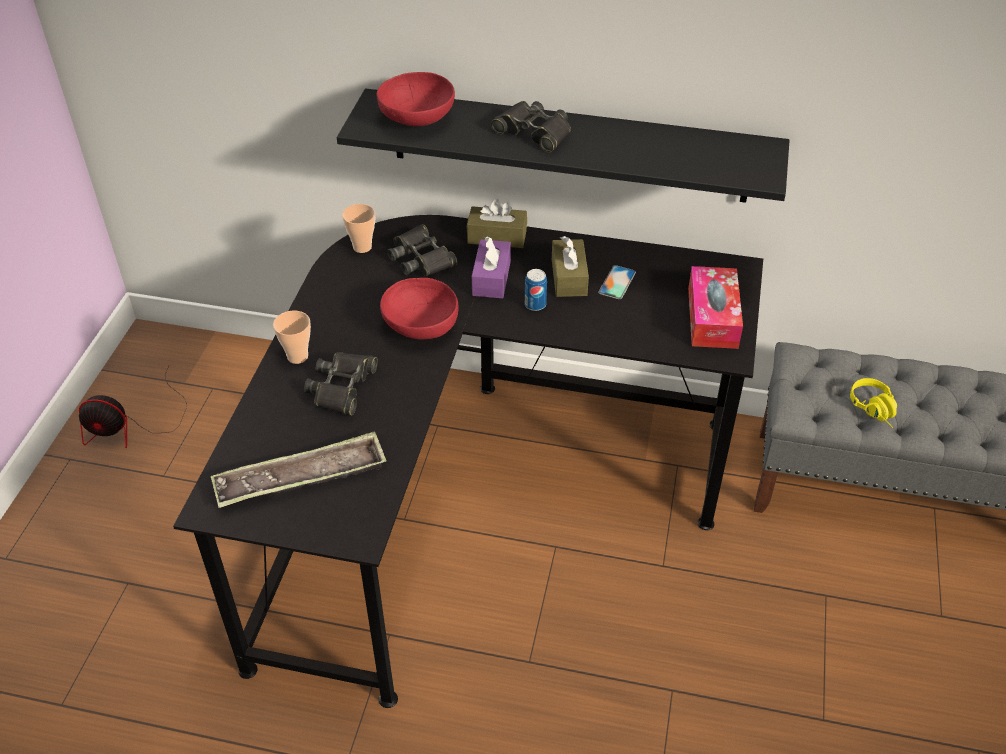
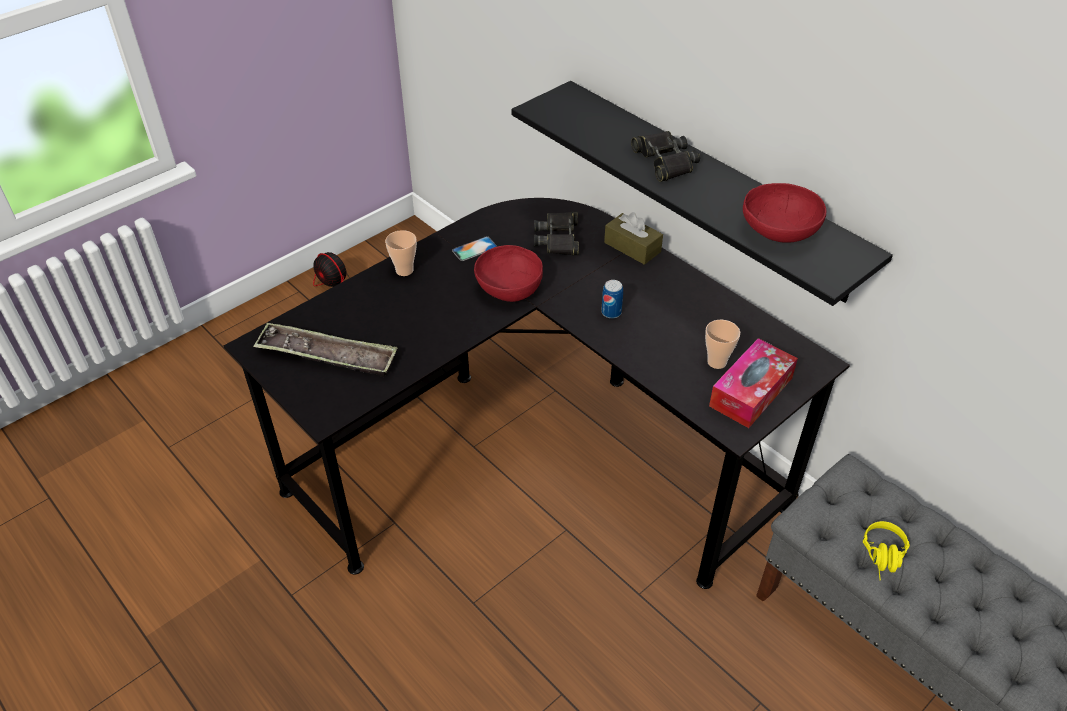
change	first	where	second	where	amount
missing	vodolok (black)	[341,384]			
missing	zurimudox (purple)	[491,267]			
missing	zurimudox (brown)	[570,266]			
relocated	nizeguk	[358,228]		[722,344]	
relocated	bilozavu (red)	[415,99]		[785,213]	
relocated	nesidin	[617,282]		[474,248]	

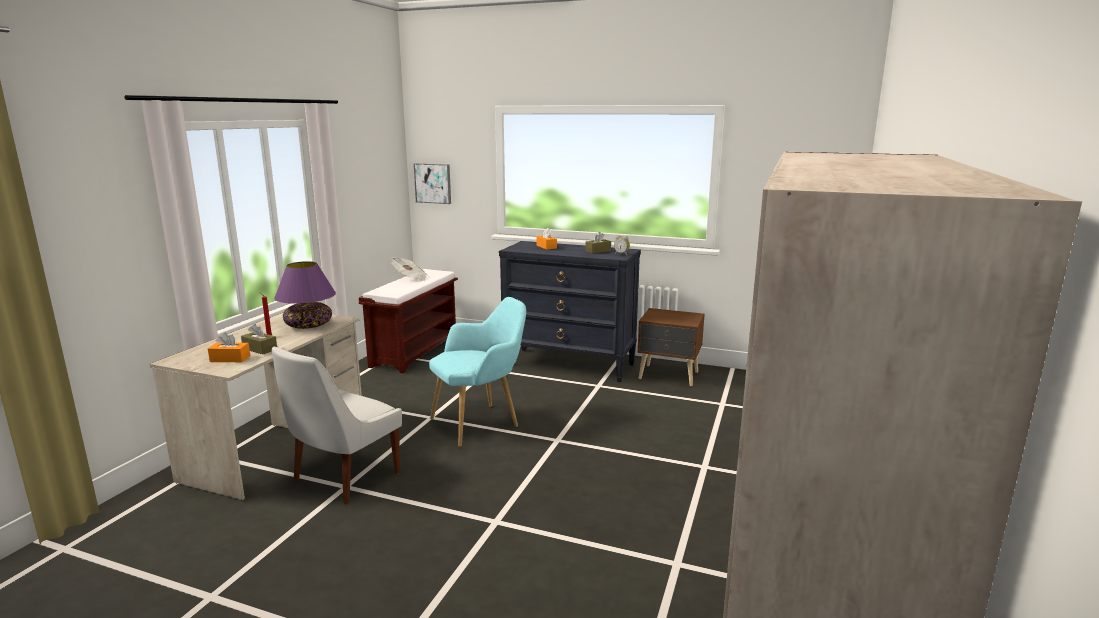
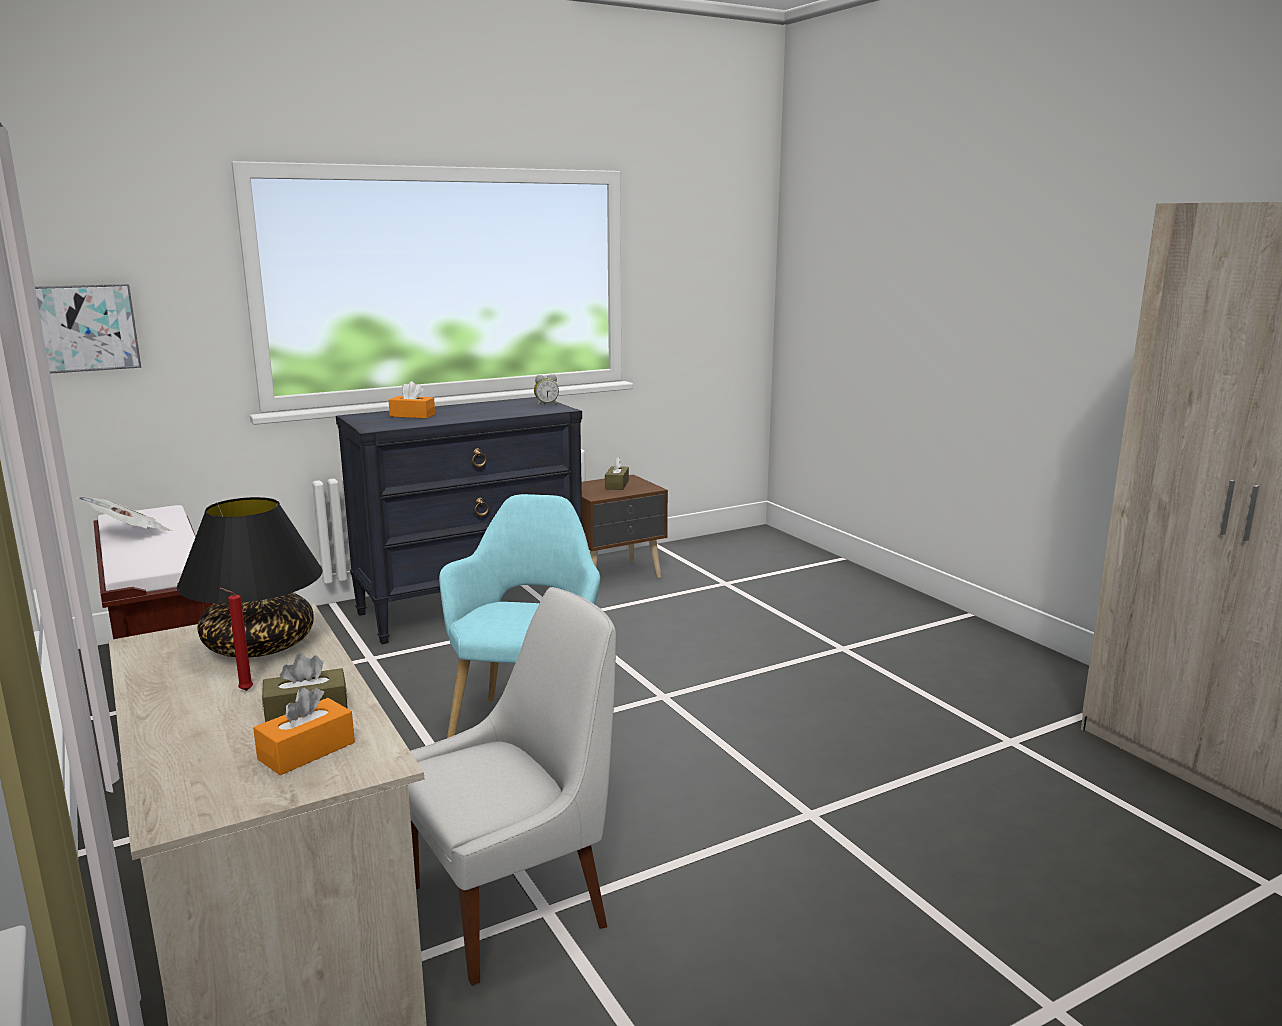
change	first	where	second	where	amount
relocated	zurimudox (brown)	[598,243]		[617,473]	
colour	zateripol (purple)	[305,295]	zateripol (black)	[250,577]	
spun	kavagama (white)	[337,425]		[512,786]	105 degrees counterclockwise

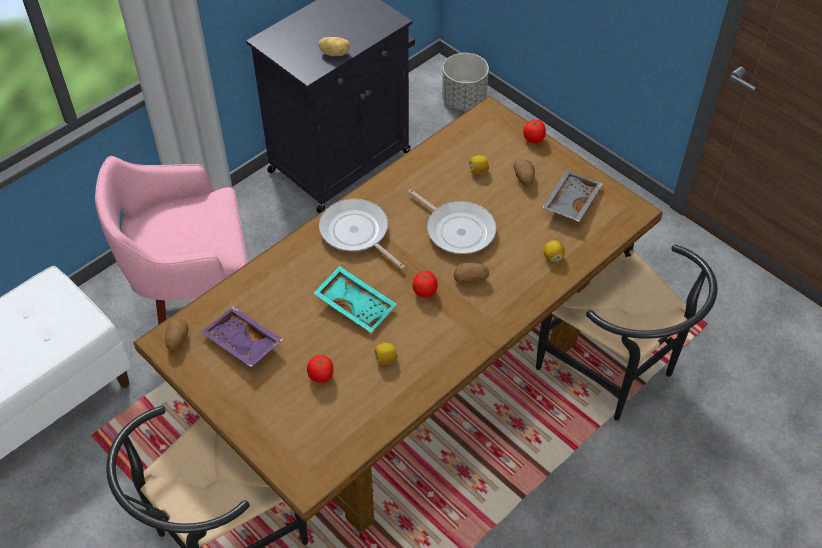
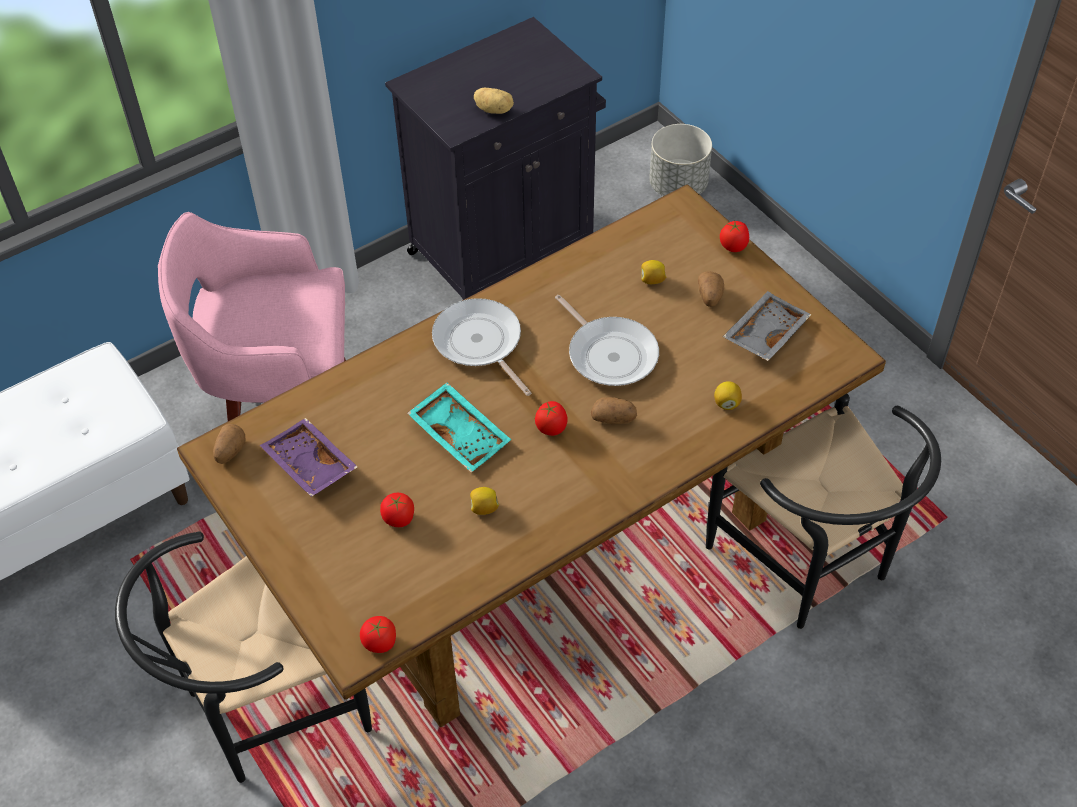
change	first	where	second	where	amount
appeared			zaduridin	[378,634]	

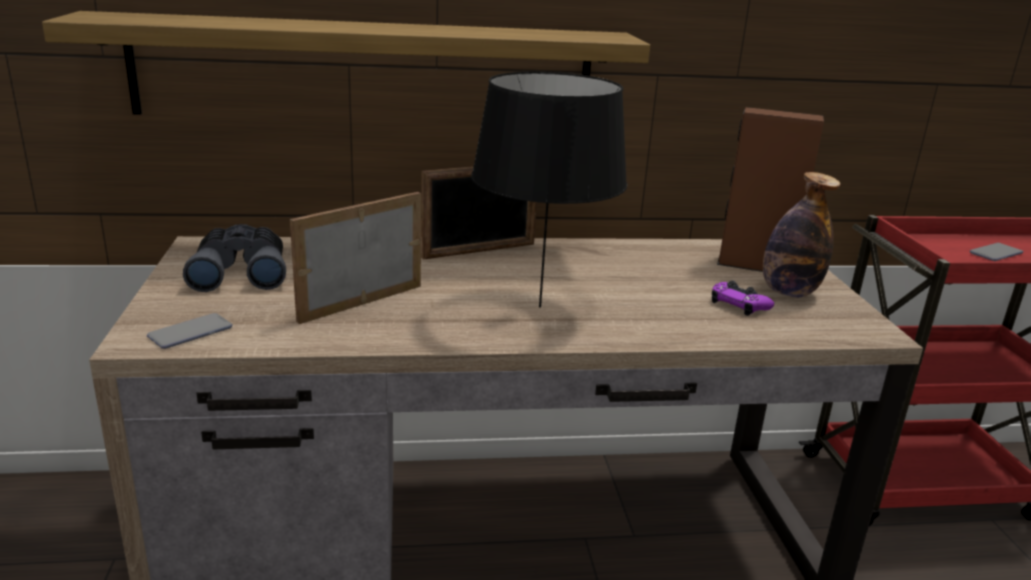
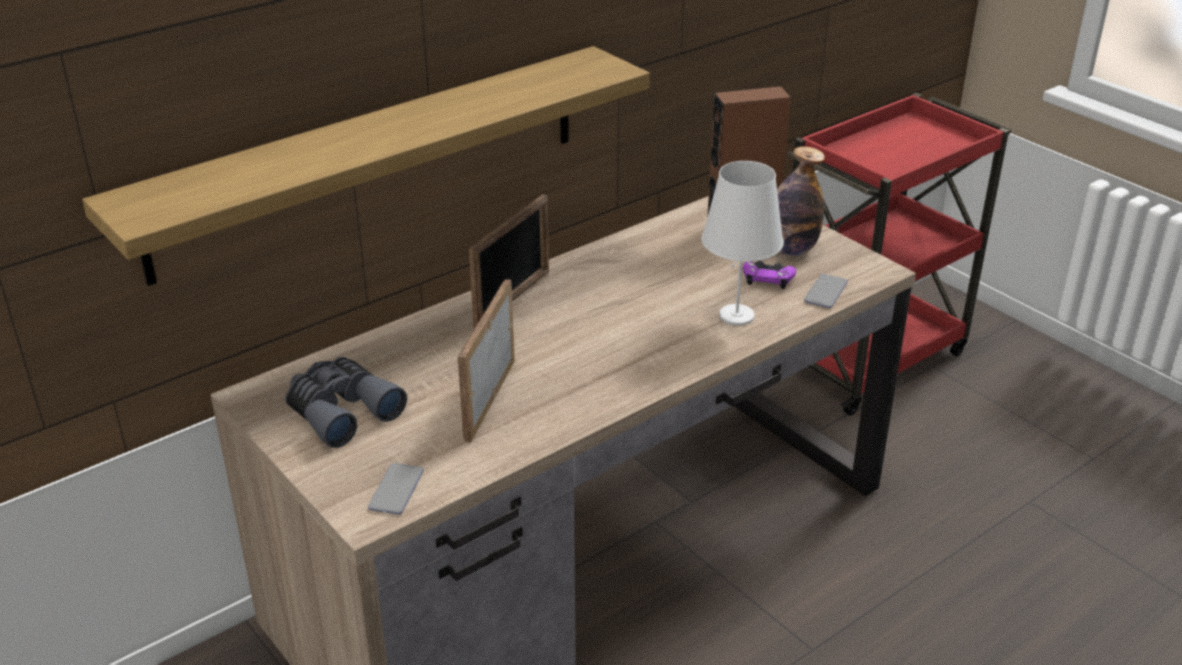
change	first	where	second	where	amount
missing	zateripol (black)	[549,190]			
appeared			zateripol (white)	[742,243]	
relocated	nesidin	[996,252]		[826,291]	

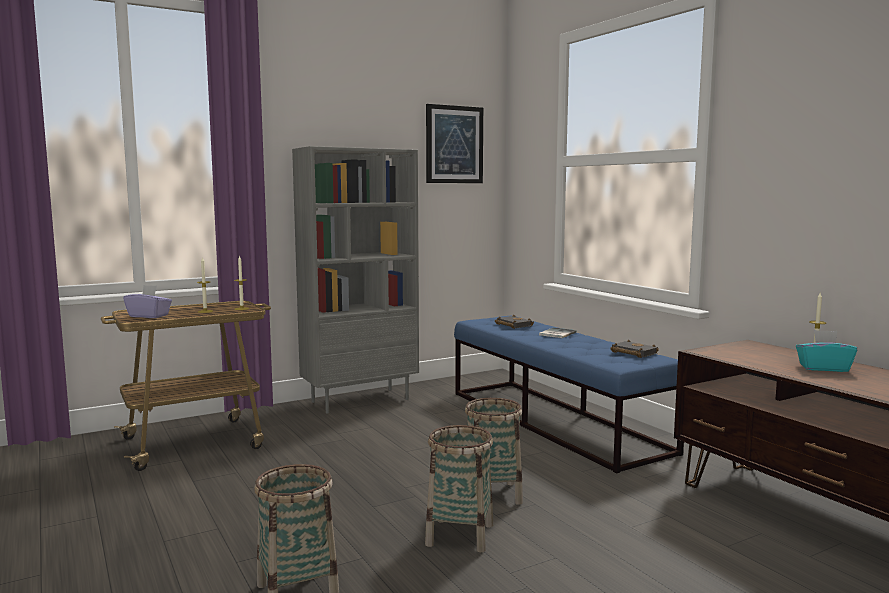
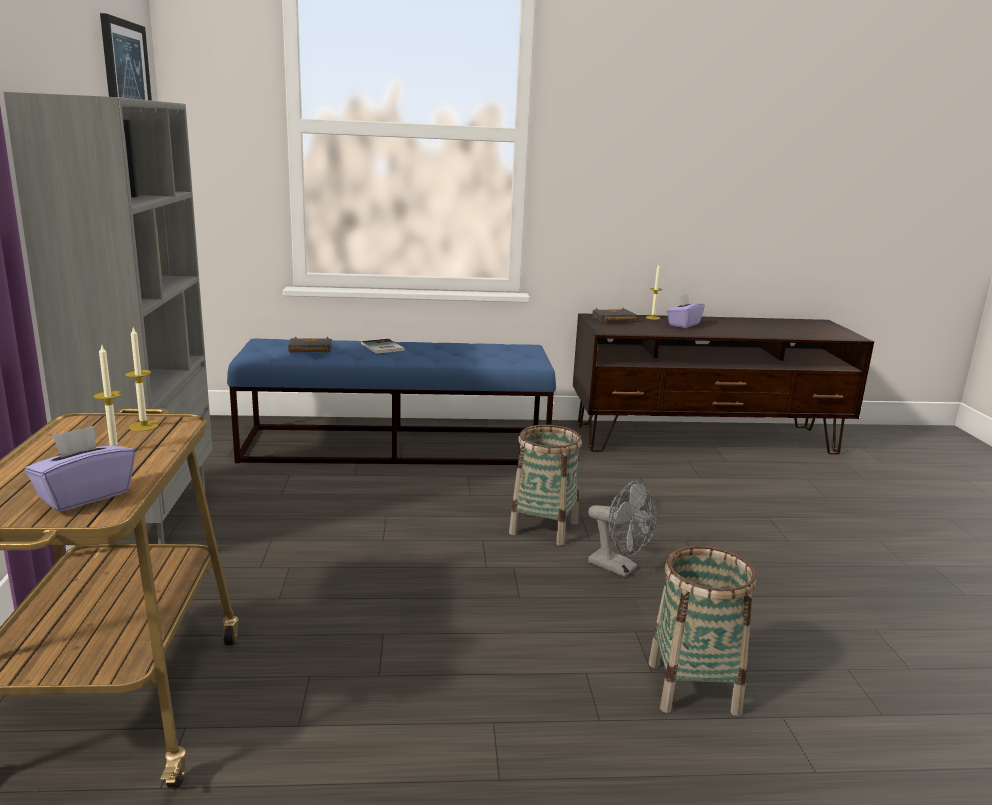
change	first	where	second	where	amount
relocated	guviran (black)	[634,349]		[614,315]	
exchanged	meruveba	[459,489]	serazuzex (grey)	[622,528]	
colour	zurimudox (turquoise)	[826,351]	zurimudox (purple)	[686,311]	

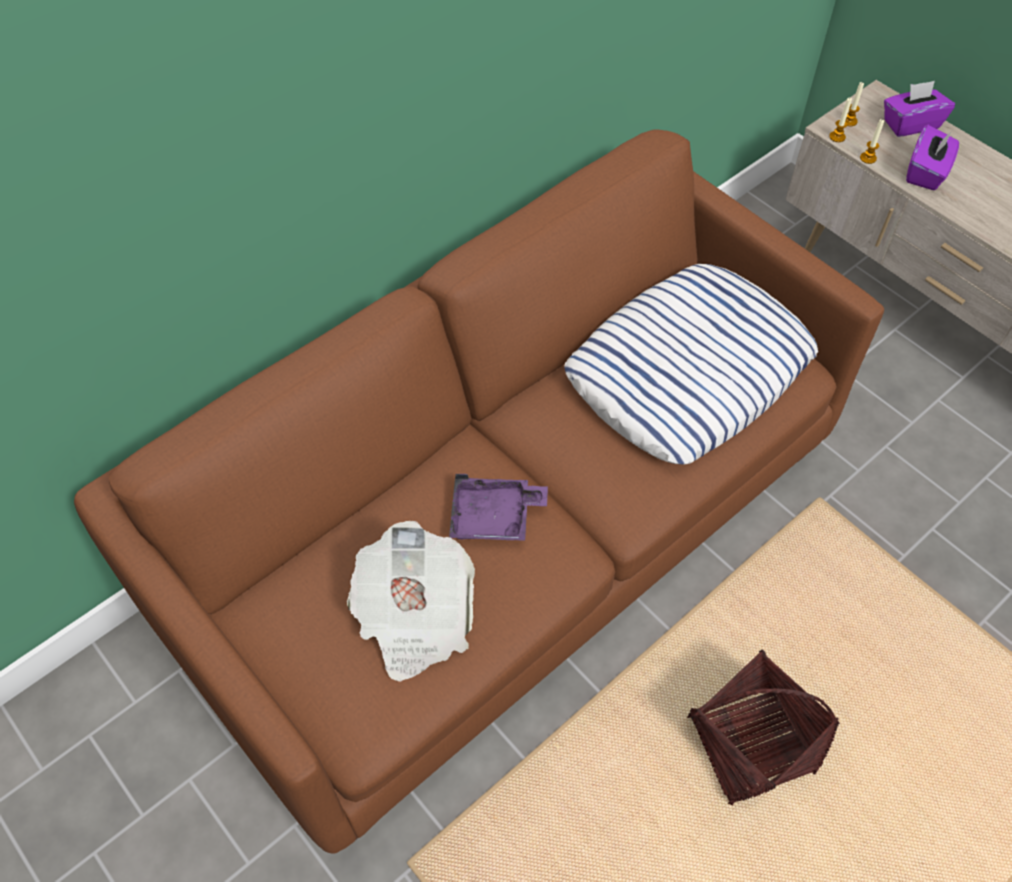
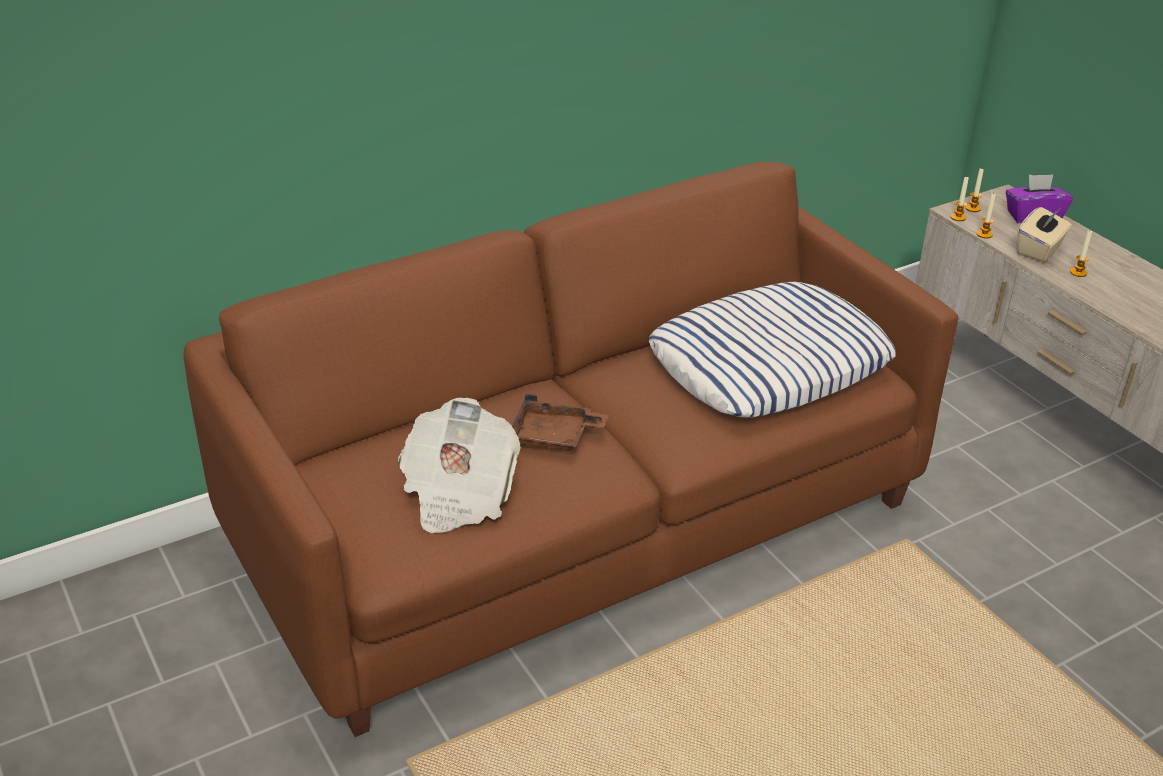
change	first	where	second	where	amount
missing	meruveba	[763,728]			
appeared			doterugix	[1081,254]	
colour	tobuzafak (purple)	[498,507]	tobuzafak (brown)	[560,422]	
colour	zurimudox (purple)	[932,157]	zurimudox (beige)	[1044,234]	

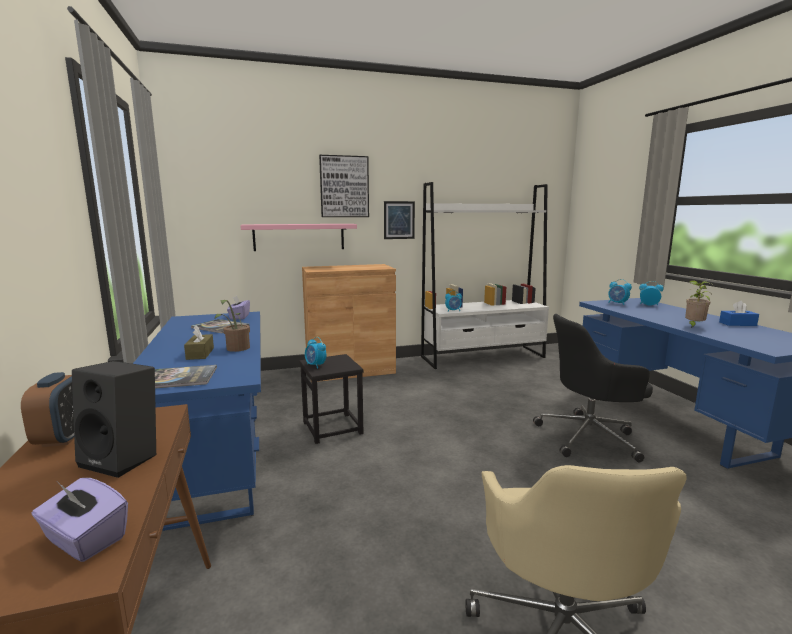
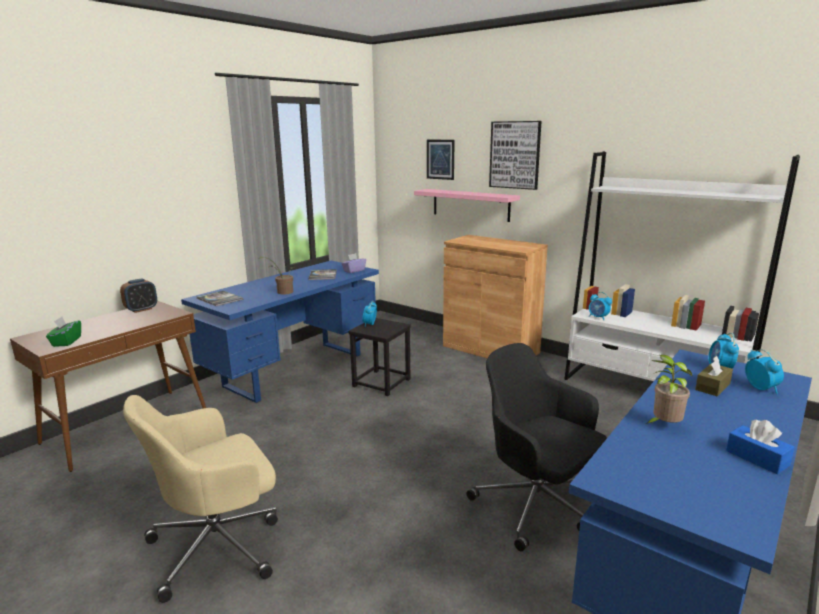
change	first	where	second	where	amount
missing	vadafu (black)	[114,419]			
relocated	zurimudox (brown)	[199,342]		[714,376]	
relocated	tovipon	[399,220]		[441,160]	
colour	zurimudox (purple)	[79,520]	zurimudox (green)	[63,332]	

